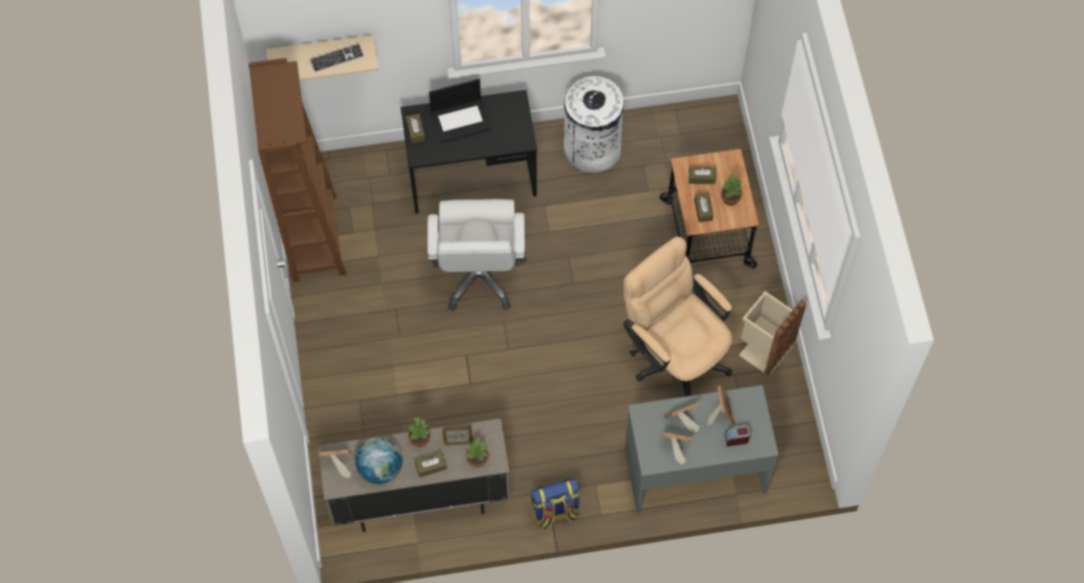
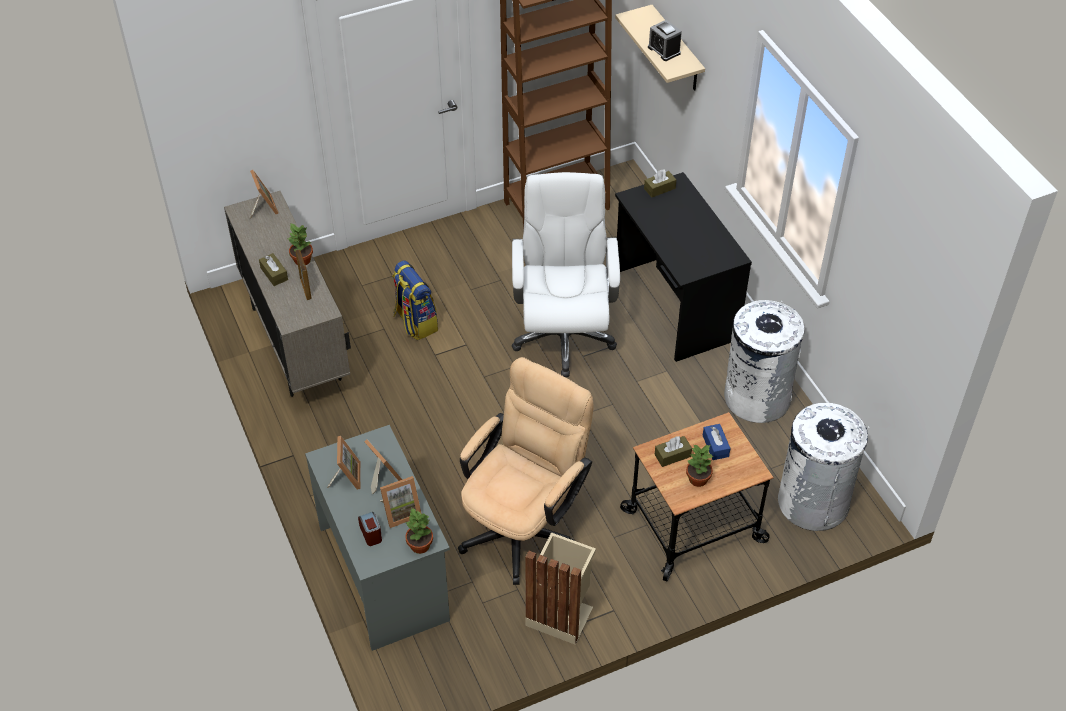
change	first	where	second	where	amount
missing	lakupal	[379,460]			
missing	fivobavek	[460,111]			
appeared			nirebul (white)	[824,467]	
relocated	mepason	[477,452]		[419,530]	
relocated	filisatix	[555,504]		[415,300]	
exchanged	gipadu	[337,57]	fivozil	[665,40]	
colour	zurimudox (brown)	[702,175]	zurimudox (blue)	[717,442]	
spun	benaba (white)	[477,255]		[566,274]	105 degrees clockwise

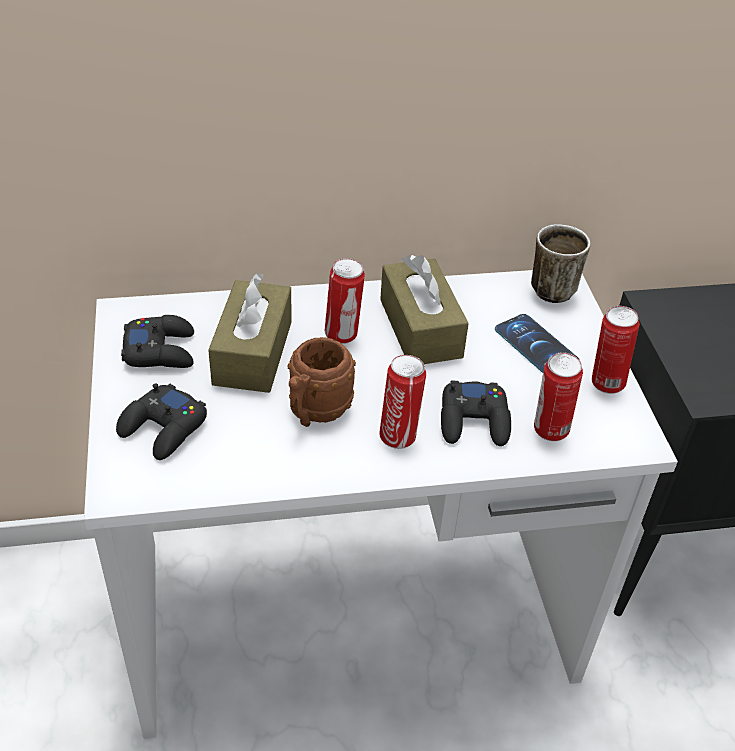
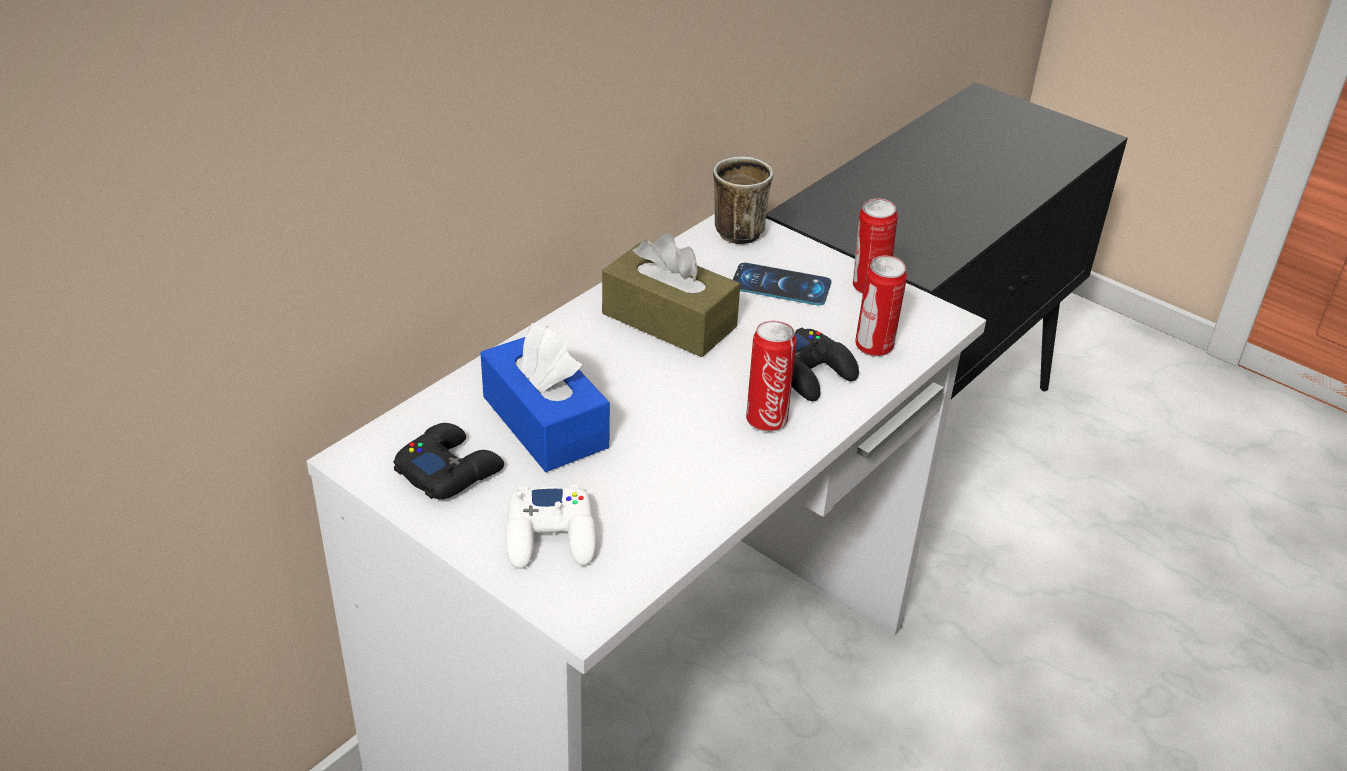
change	first	where	second	where	amount
missing	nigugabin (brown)	[322,382]			
missing	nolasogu	[345,301]			
colour	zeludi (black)	[161,421]	zeludi (white)	[550,527]	
colour	zurimudox (brown)	[250,333]	zurimudox (blue)	[545,397]	

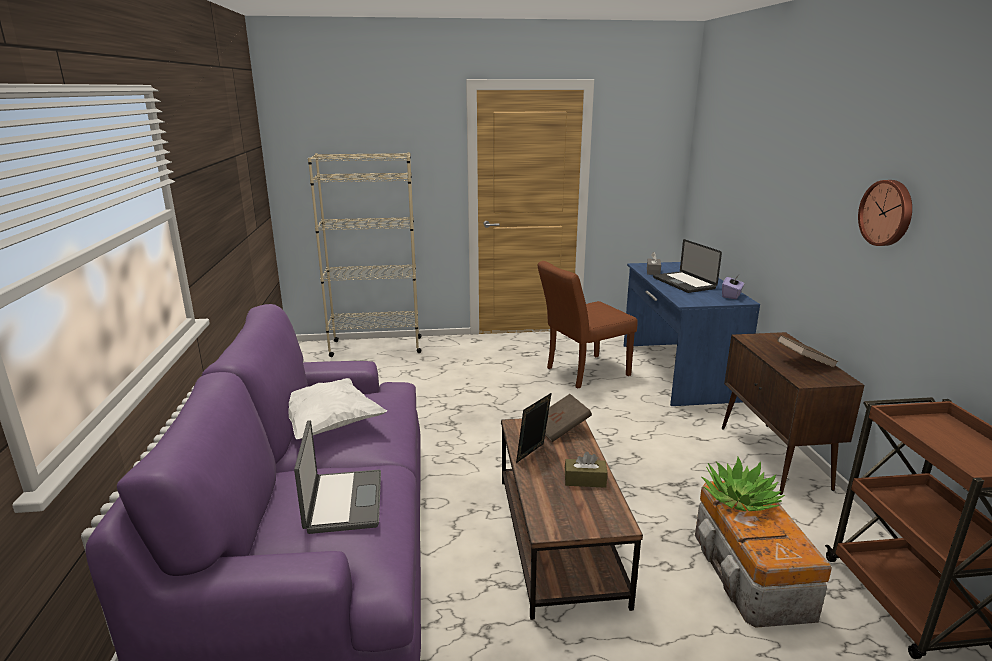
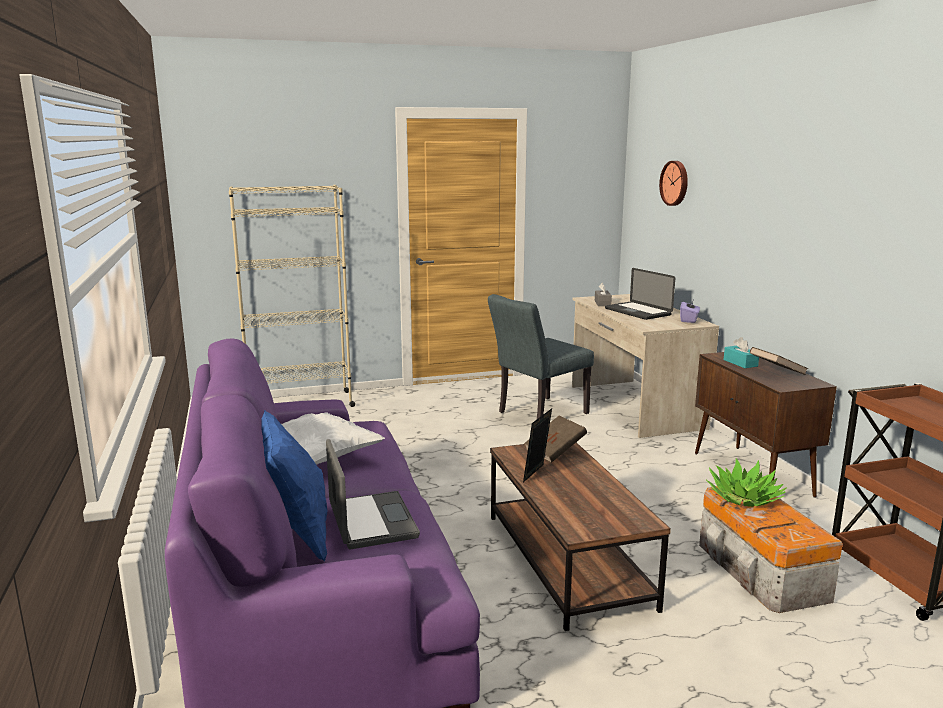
change	first	where	second	where	amount
missing	zurimudox (brown)	[586,470]			
appeared			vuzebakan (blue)	[294,485]	
appeared			zurimudox (turquoise)	[741,352]	
relocated	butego	[885,213]		[673,183]	
colour	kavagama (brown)	[588,324]	kavagama (grey)	[541,356]	
colour	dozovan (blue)	[692,334]	dozovan (beige)	[645,366]	

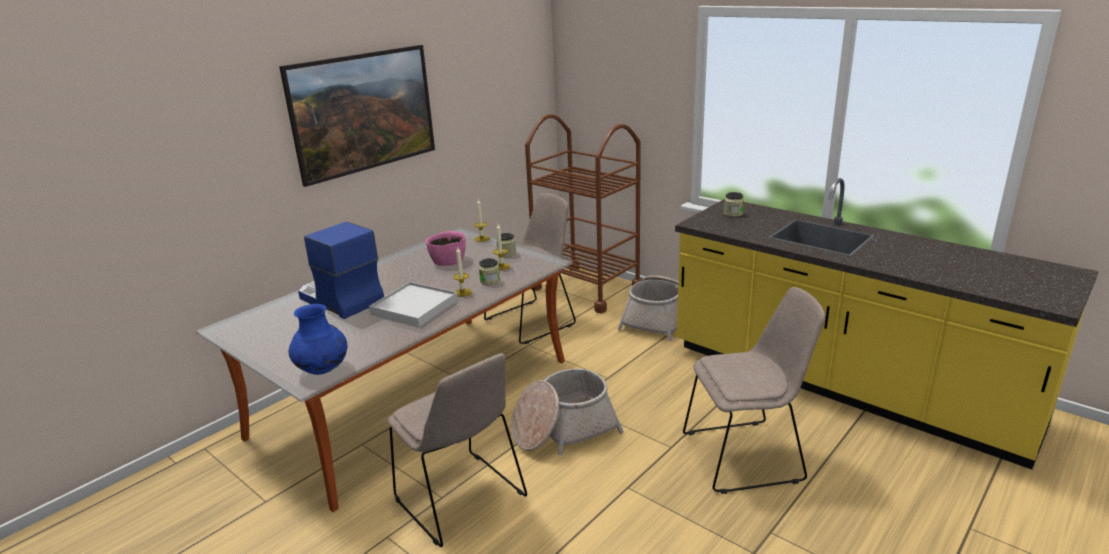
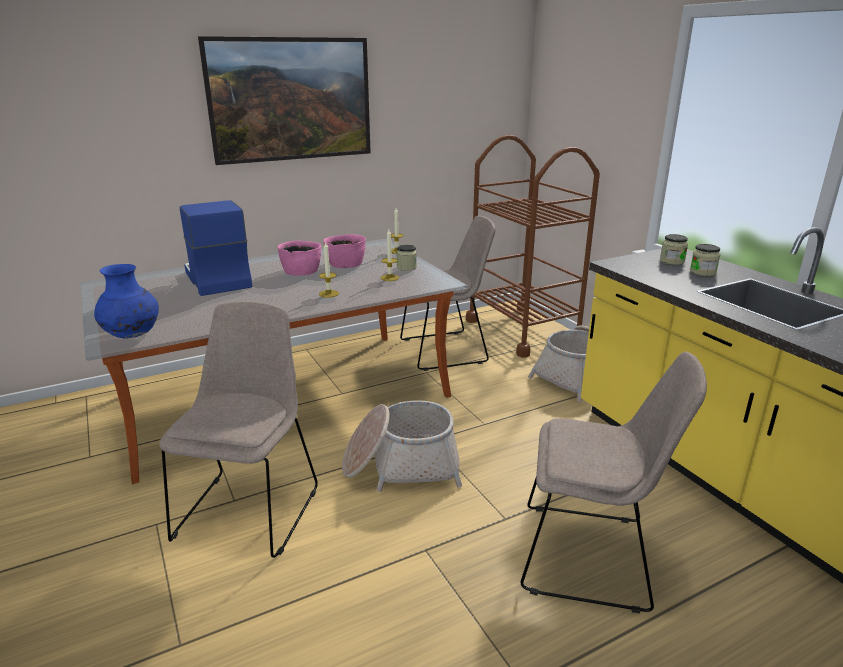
change	first	where	second	where	amount
missing	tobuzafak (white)	[413,304]			
appeared			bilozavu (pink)	[299,258]	
relocated	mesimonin	[489,271]		[705,260]	
spun	kavagama (beige)	[457,450]		[238,429]	150 degrees counterclockwise

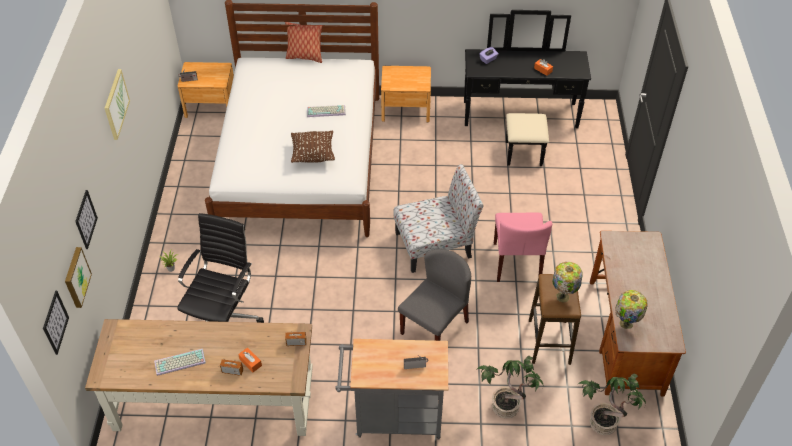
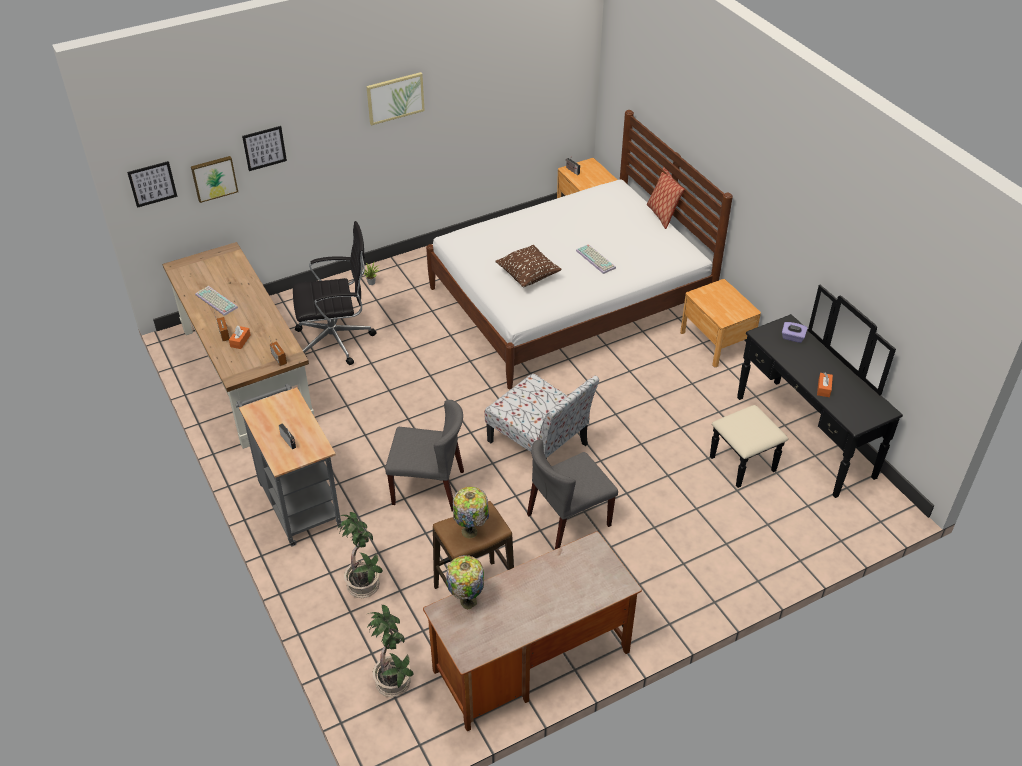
change	first	where	second	where	amount
colour	kavagama (pink)	[523,247]	kavagama (grey)	[572,494]	

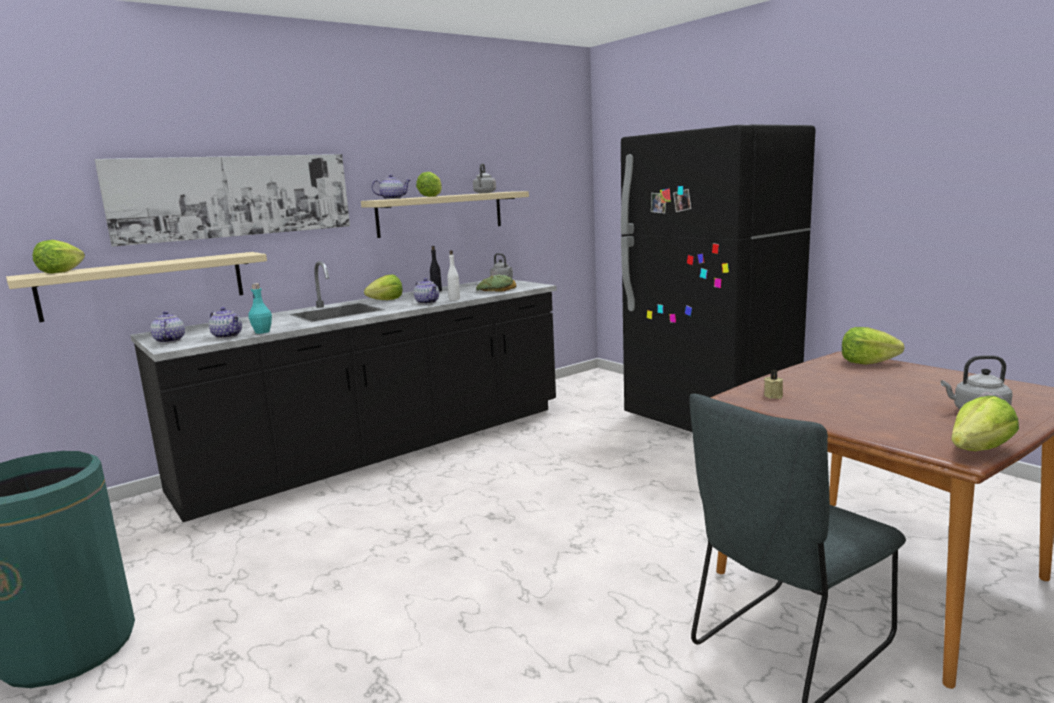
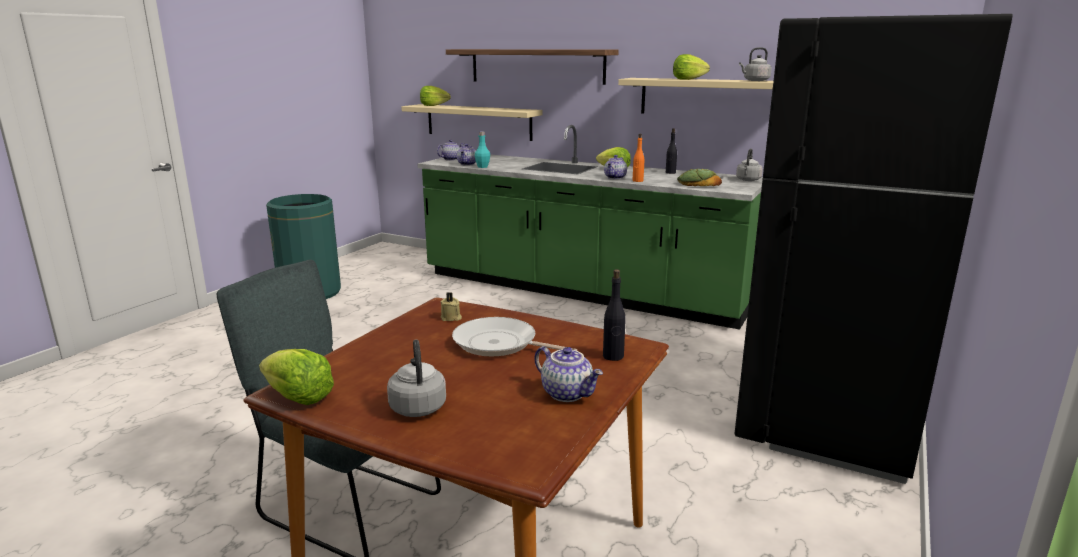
change	first	where	second	where	amount
appeared			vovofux	[514,337]	
relocated	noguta	[391,187]		[568,374]	
exchanged	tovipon	[222,200]	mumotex	[532,67]	
exchanged	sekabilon	[873,346]	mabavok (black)	[614,315]	
colour	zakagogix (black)	[343,391]	zakagogix (green)	[590,227]	
colour	mabavok (white)	[453,275]	mabavok (orange)	[638,158]	

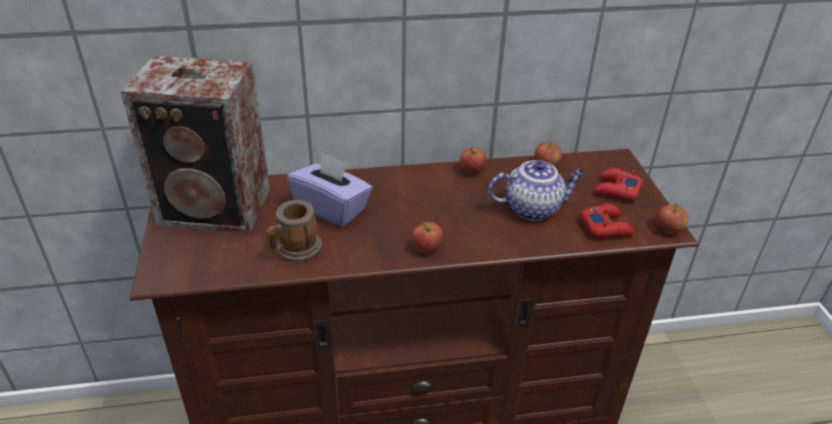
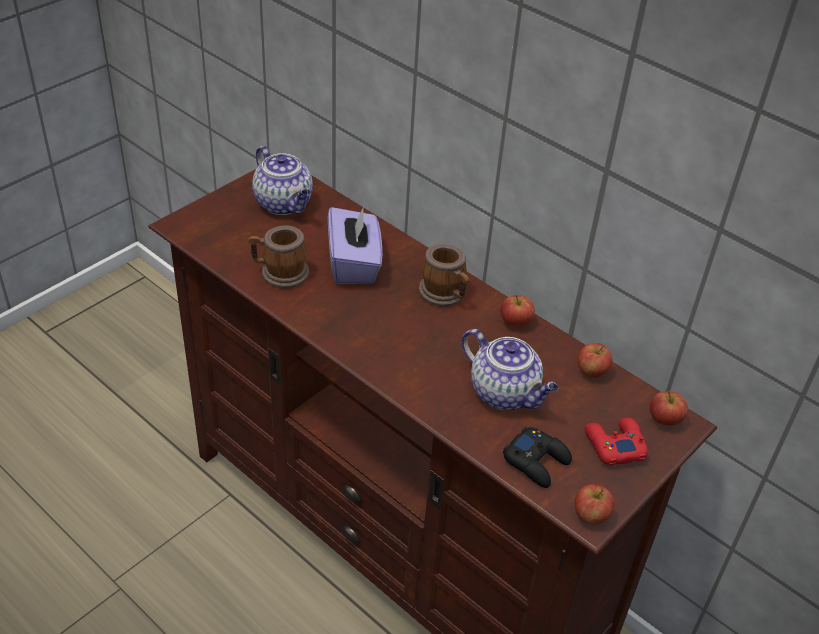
change	first	where	second	where	amount
appeared			nigugabin	[444,275]	
relocated	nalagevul	[427,237]		[668,408]	
exchanged	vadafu	[195,144]	noguta	[282,180]	
colour	zeludi (red)	[607,221]	zeludi (black)	[537,457]	

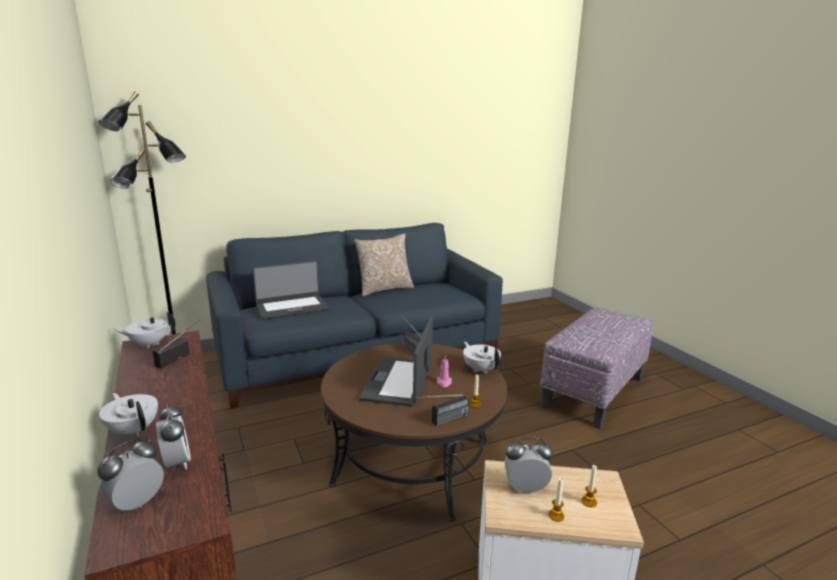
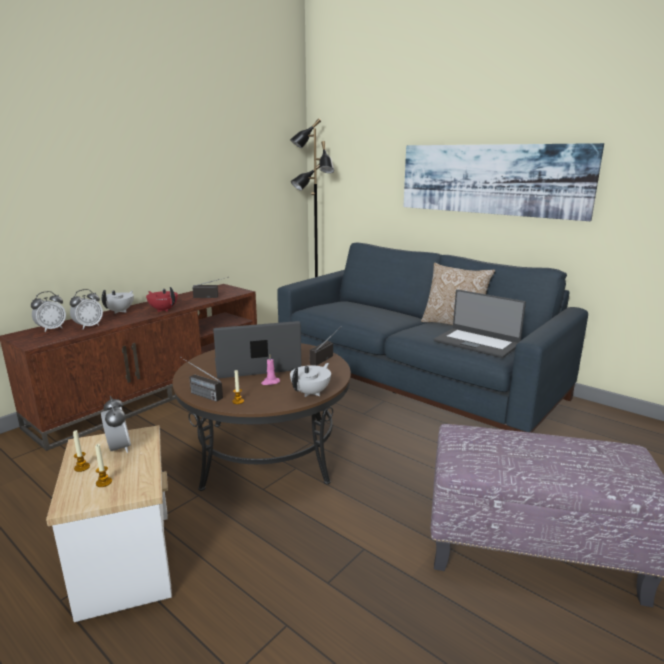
change	first	where	second	where	amount
missing	noguta (white)	[145,330]			
appeared			noguta (red)	[162,299]	
appeared			tovipon	[503,182]	
relocated	fivobavek	[291,289]		[480,324]	
spun	fivozil	[130,474]		[48,311]	120 degrees clockwise

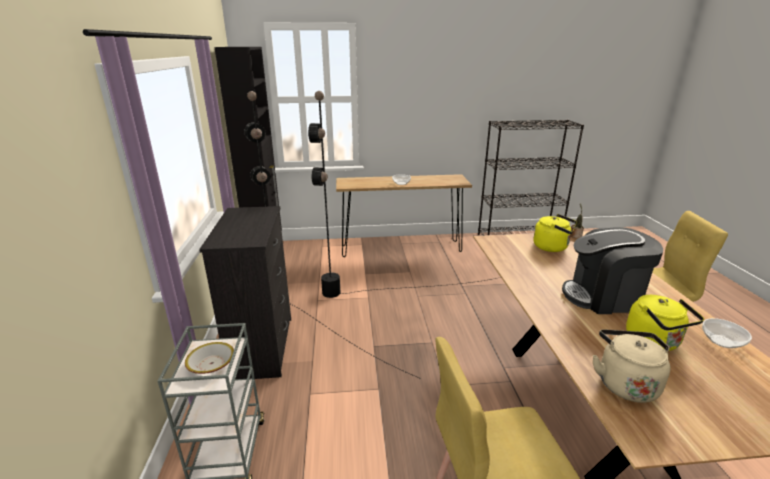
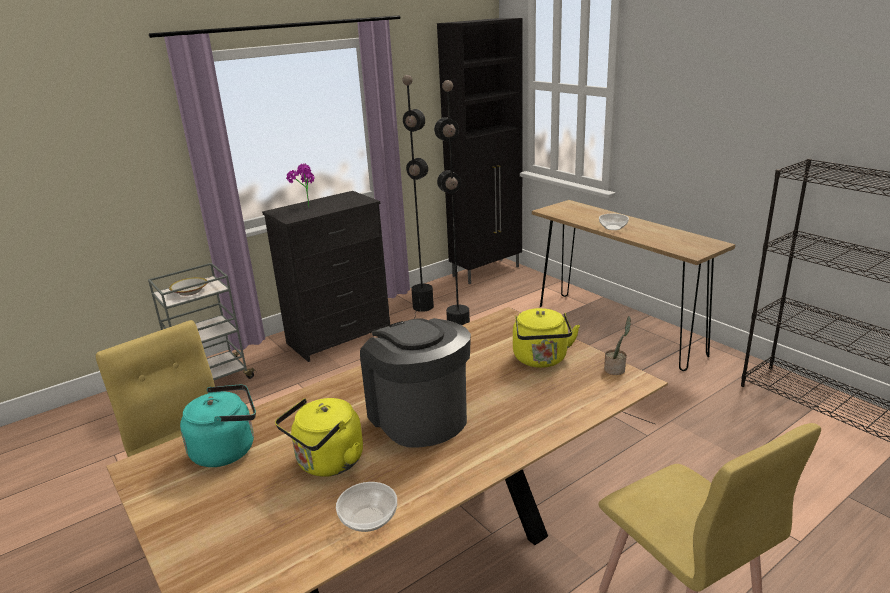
change	first	where	second	where	amount
appeared			mepason	[300,186]	
colour	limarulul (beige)	[632,366]	limarulul (turquoise)	[218,425]	

